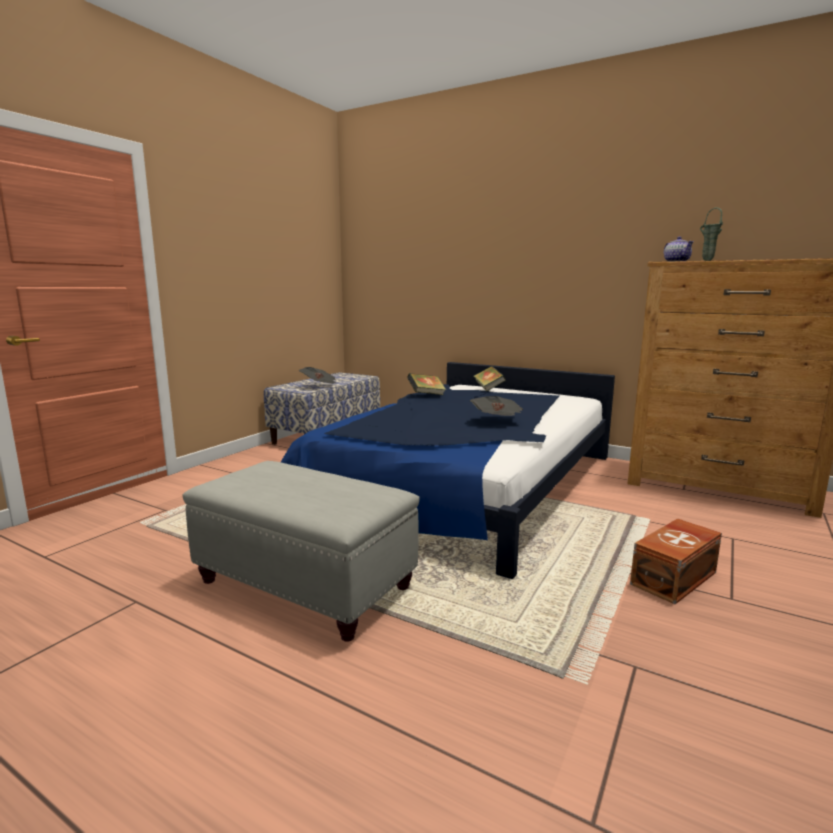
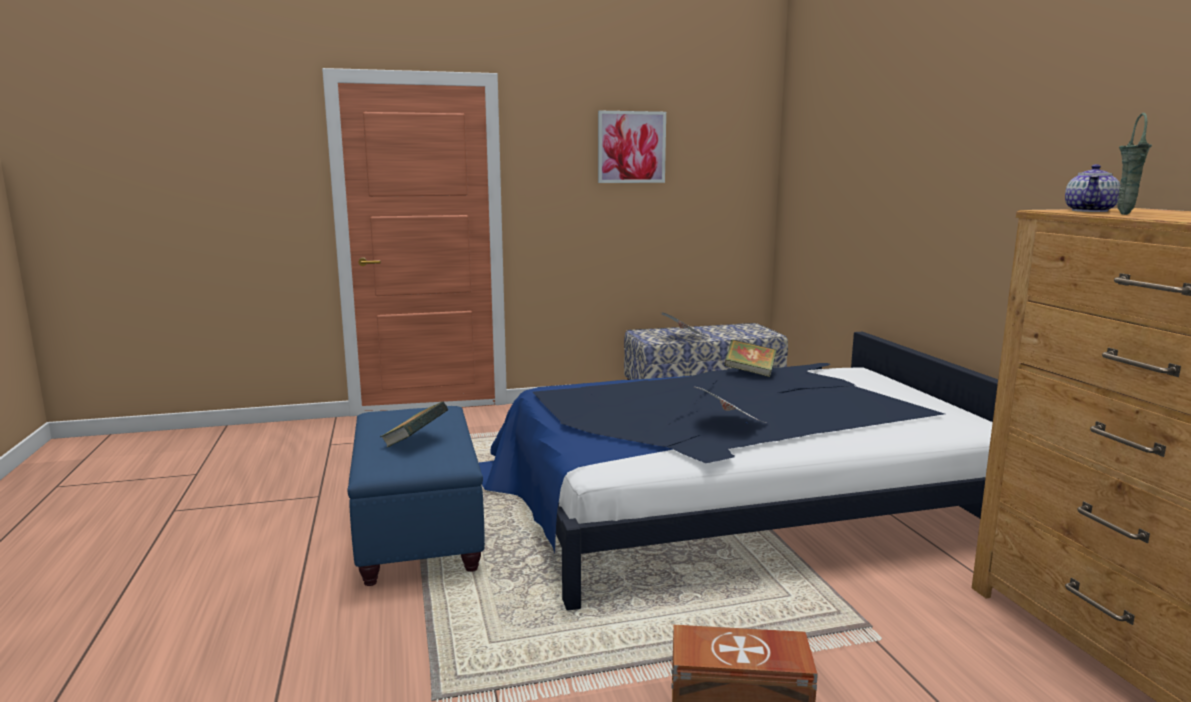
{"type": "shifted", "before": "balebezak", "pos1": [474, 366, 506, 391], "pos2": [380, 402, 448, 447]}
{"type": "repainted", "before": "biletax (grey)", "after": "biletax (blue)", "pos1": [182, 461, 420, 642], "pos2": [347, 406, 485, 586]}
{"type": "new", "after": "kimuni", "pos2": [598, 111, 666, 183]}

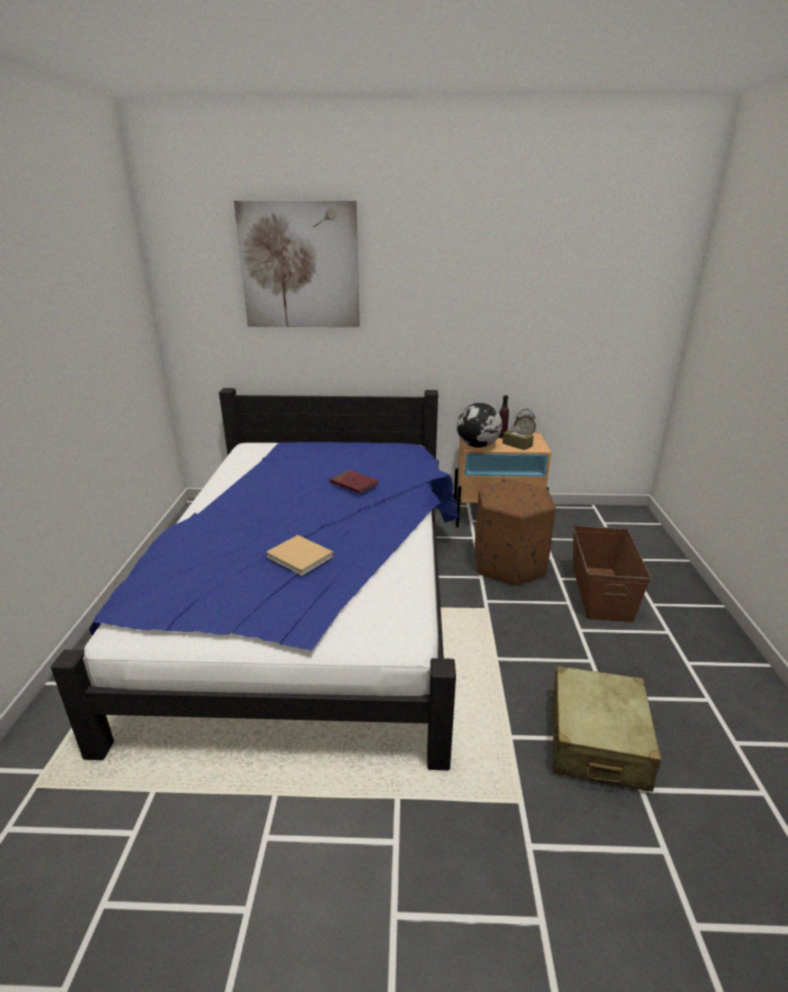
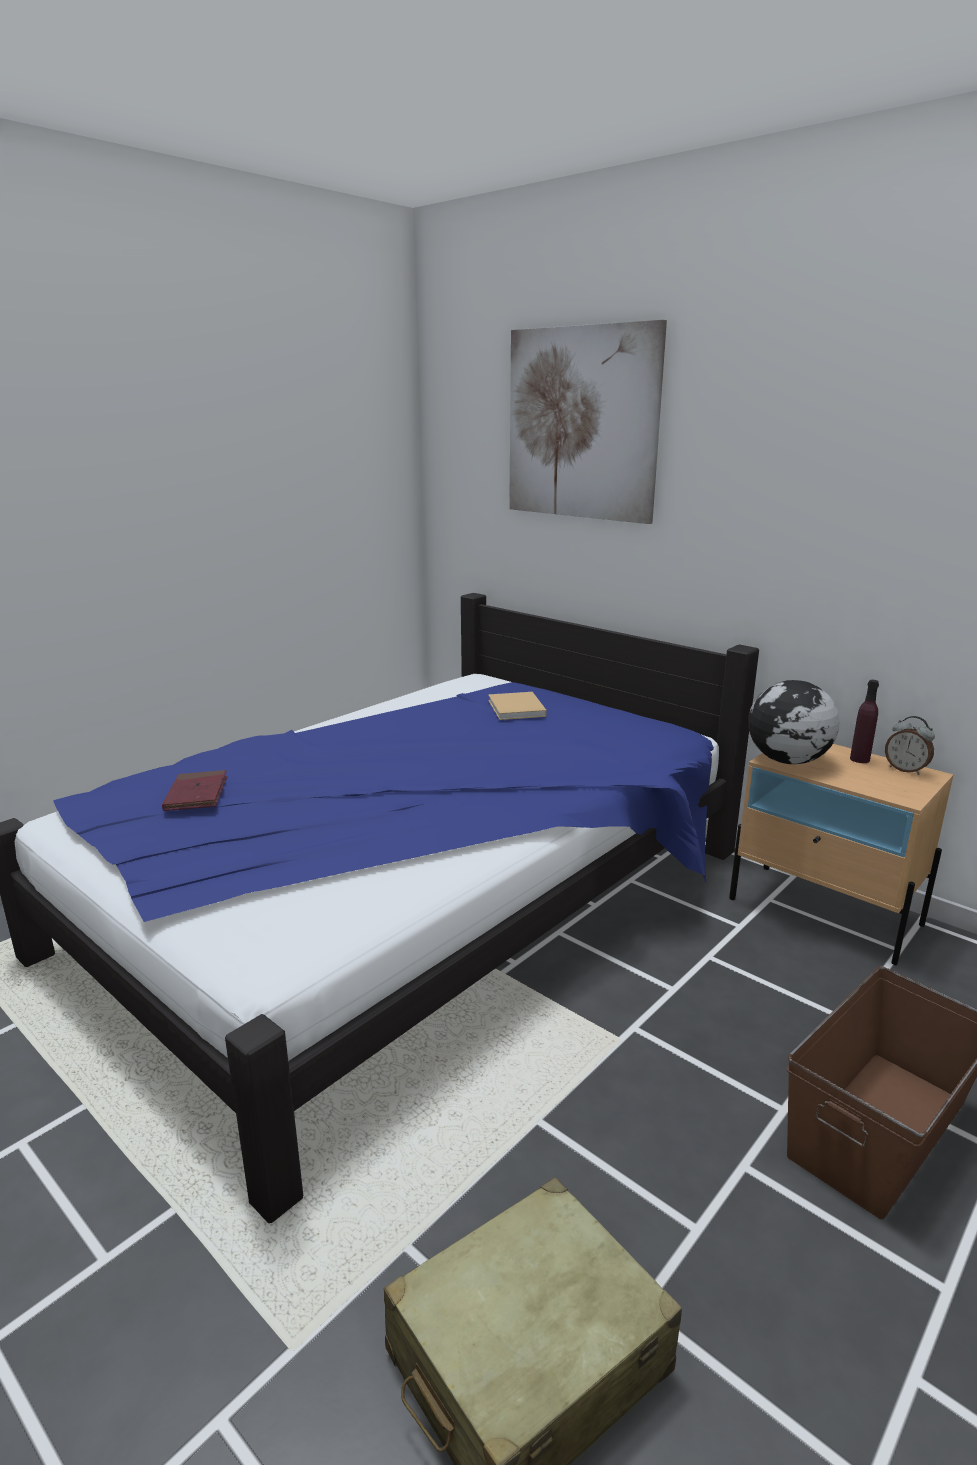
{"type": "gone", "before": "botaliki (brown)", "pos1": [502, 424, 534, 450]}
{"type": "shifted", "before": "balebezak (red)", "pos1": [330, 470, 379, 494], "pos2": [162, 770, 228, 811]}
{"type": "gone", "before": "biletax (brown)", "pos1": [475, 480, 556, 586]}
{"type": "shifted", "before": "balebezak (beige)", "pos1": [266, 535, 333, 576], "pos2": [488, 692, 546, 720]}

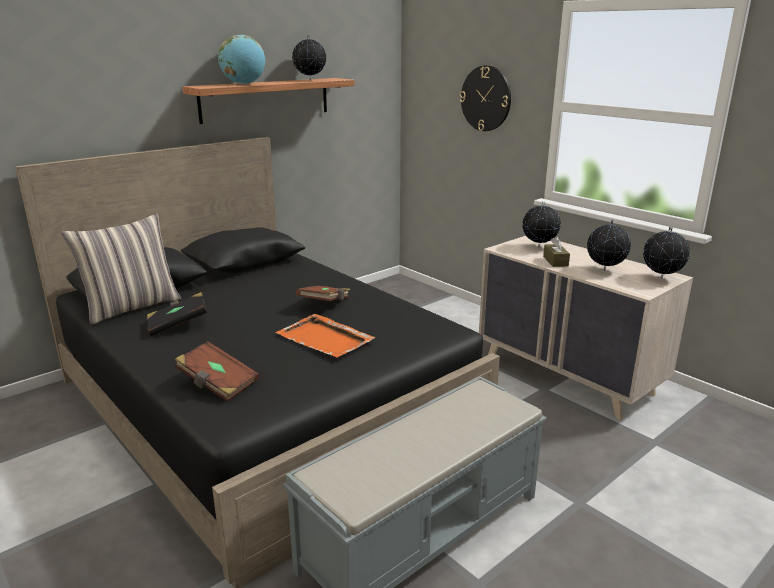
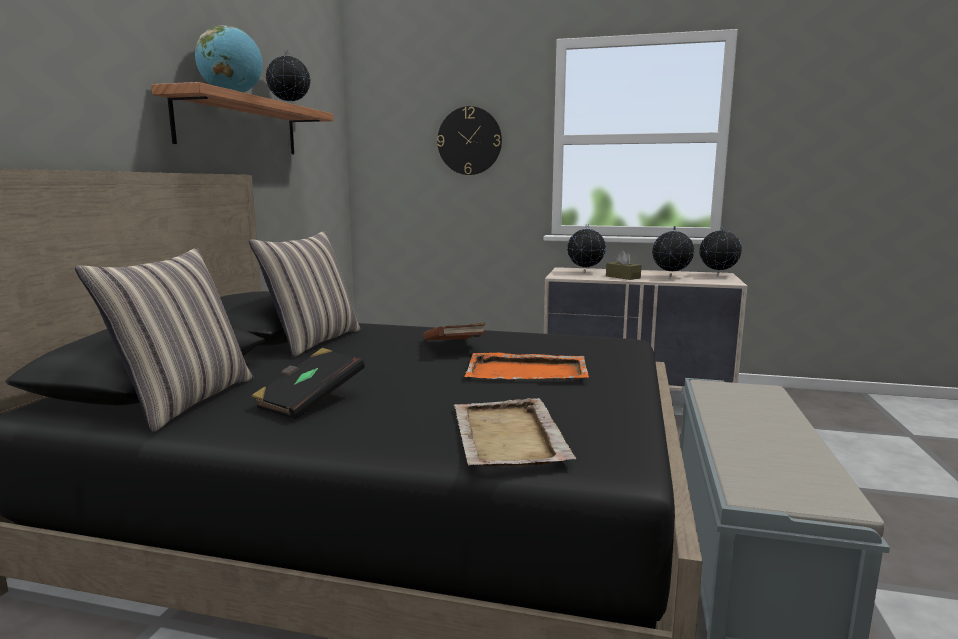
{"type": "swapped", "before": "balebezak (brown)", "after": "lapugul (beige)", "pos1": [175, 341, 259, 402], "pos2": [453, 398, 577, 466]}
{"type": "new", "after": "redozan", "pos2": [249, 231, 361, 357]}

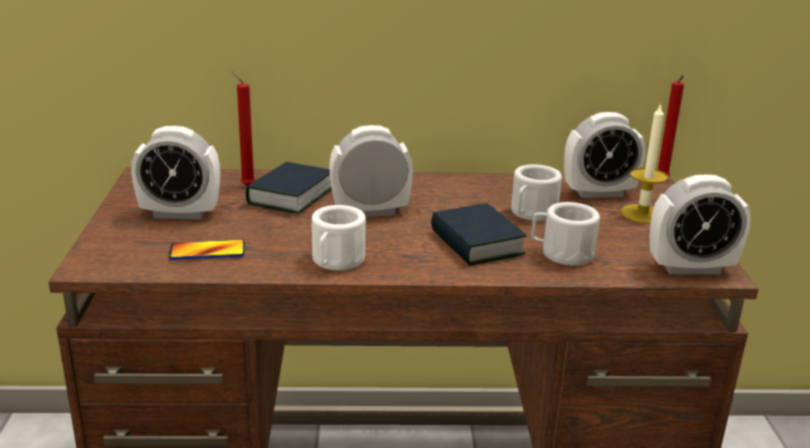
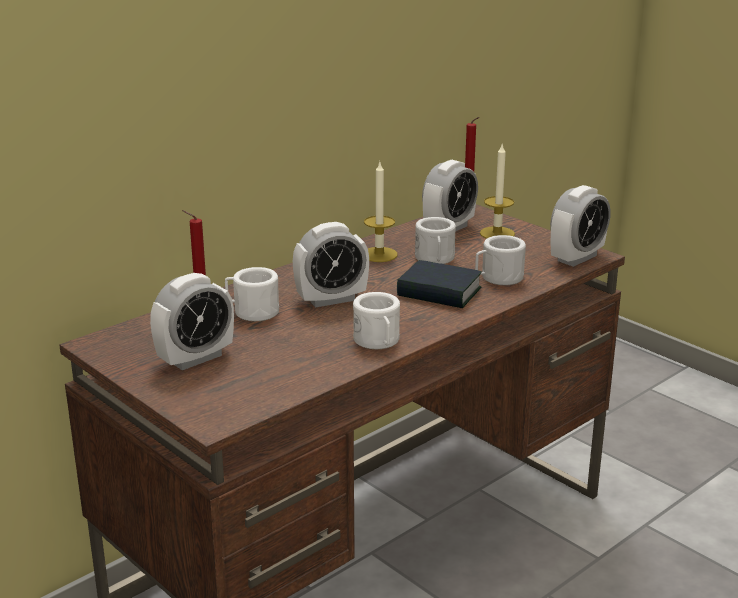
{"type": "rotated", "before": "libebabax", "pos1": [329, 125, 413, 217], "pos2": [293, 222, 369, 308], "turn": -150}
{"type": "swapped", "before": "balebezak", "after": "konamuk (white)", "pos1": [246, 162, 332, 214], "pos2": [225, 267, 279, 321]}
{"type": "gone", "before": "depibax", "pos1": [169, 240, 245, 260]}
{"type": "new", "after": "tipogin", "pos2": [364, 160, 398, 262]}

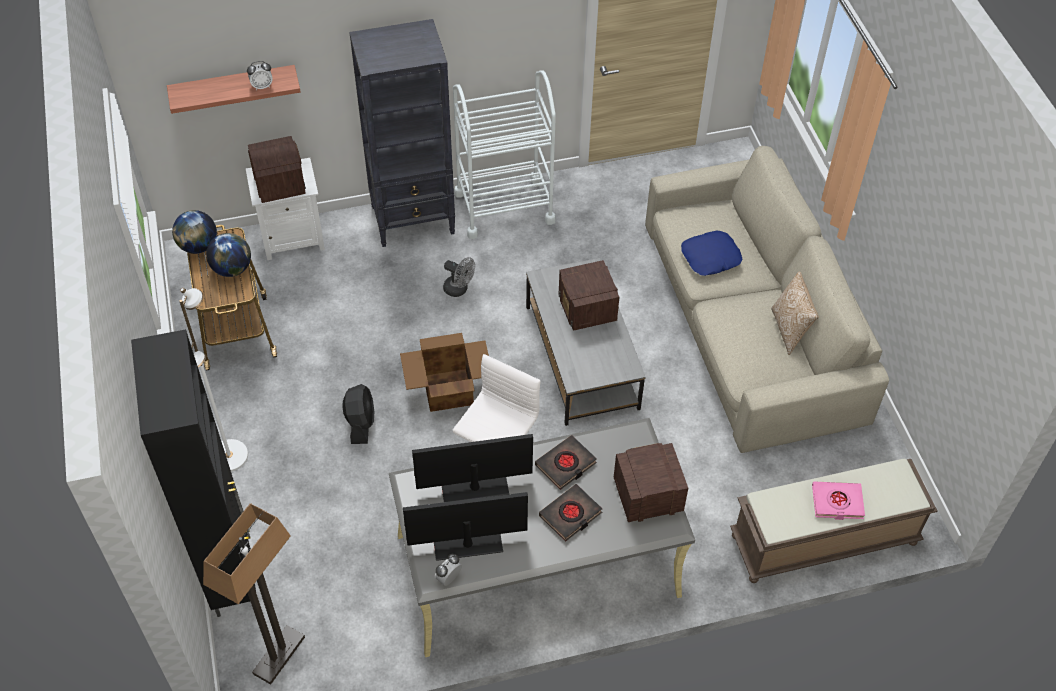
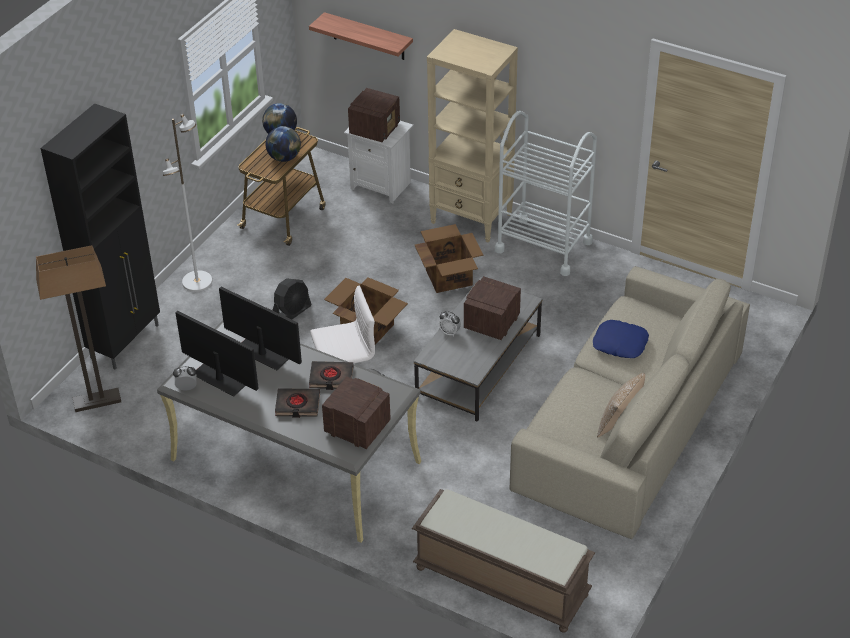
{"type": "repainted", "before": "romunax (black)", "after": "romunax (beige)", "pos1": [349, 19, 455, 247], "pos2": [427, 29, 518, 243]}
{"type": "shifted", "before": "libebabax", "pos1": [247, 61, 273, 90], "pos2": [439, 311, 461, 336]}
{"type": "swapped", "before": "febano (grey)", "after": "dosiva", "pos1": [443, 257, 475, 297], "pos2": [415, 224, 484, 293]}
{"type": "gone", "before": "balebezak (pink)", "pos1": [812, 481, 865, 520]}

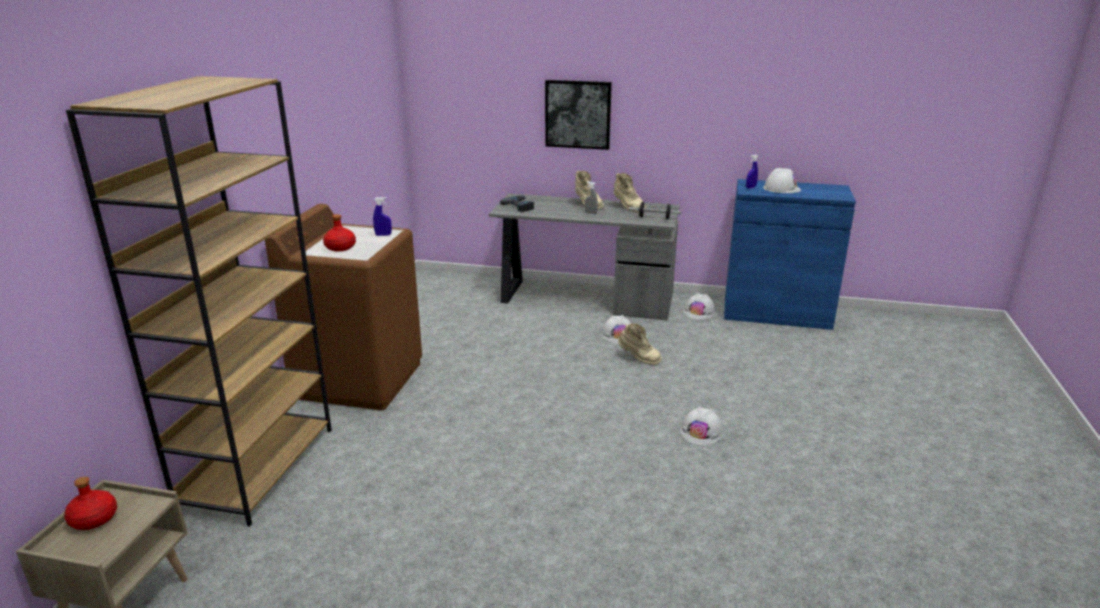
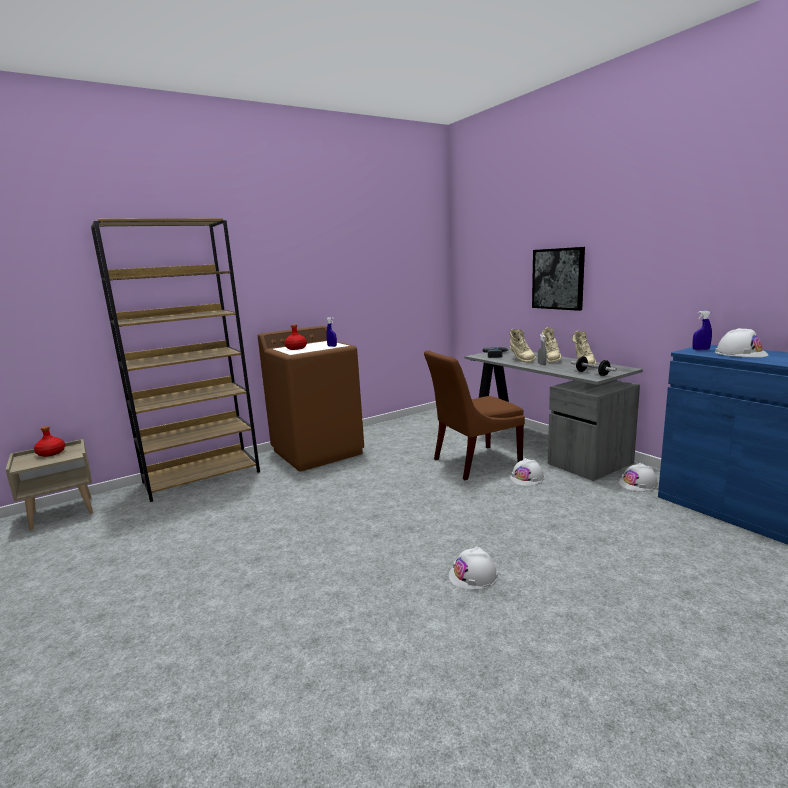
{"type": "shifted", "before": "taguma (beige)", "pos1": [618, 324, 662, 365], "pos2": [510, 329, 536, 363]}
{"type": "new", "after": "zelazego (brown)", "pos2": [424, 350, 525, 480]}

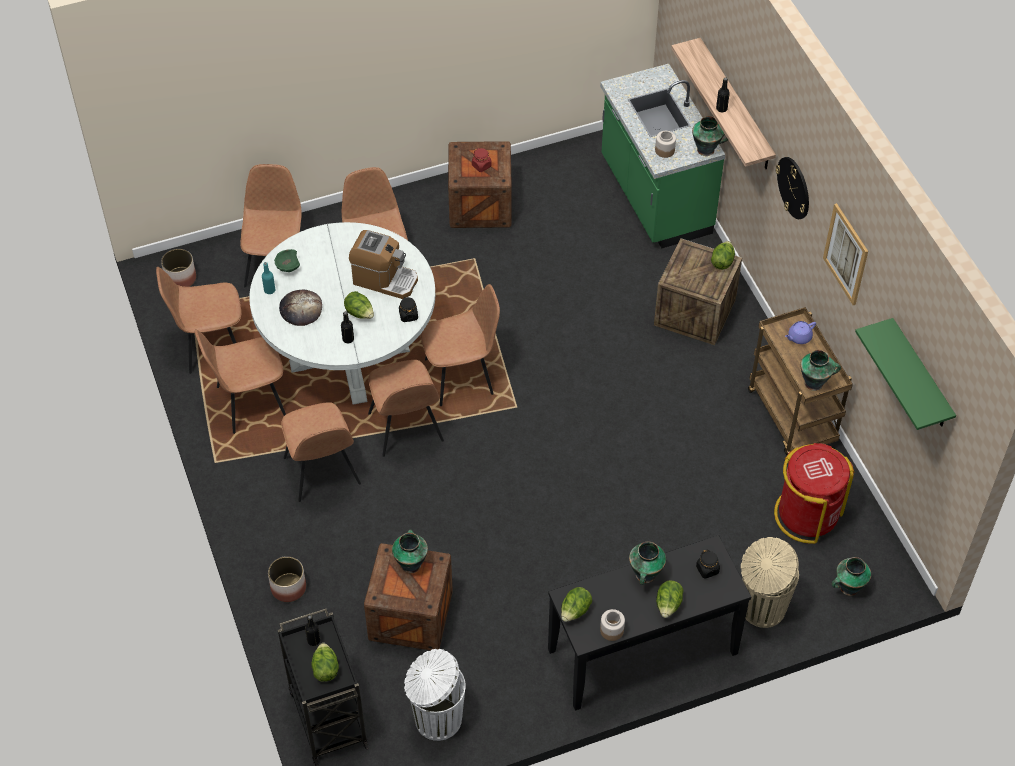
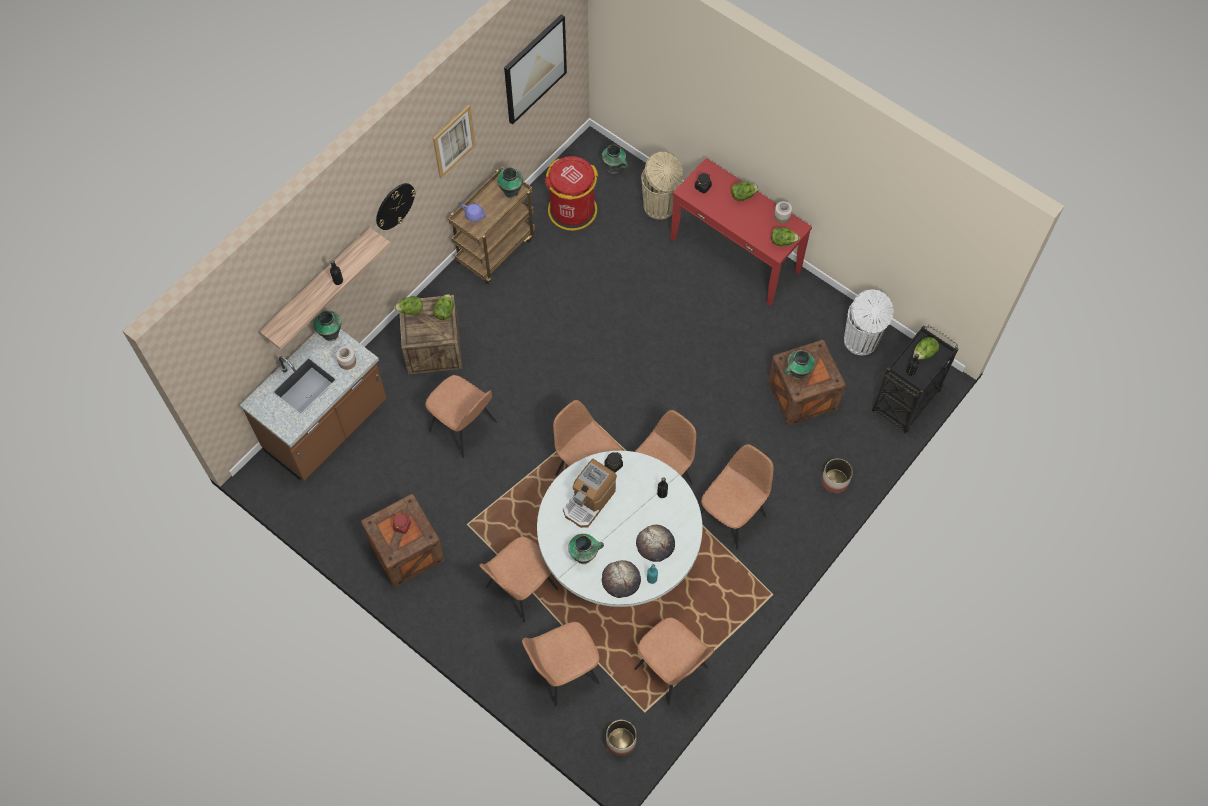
{"type": "repainted", "before": "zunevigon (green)", "after": "zunevigon (brown)", "pos1": [600, 64, 725, 248], "pos2": [240, 329, 386, 481]}
{"type": "rotated", "before": "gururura", "pos1": [349, 230, 418, 299], "pos2": [563, 459, 617, 528], "turn": -135}
{"type": "swapped", "before": "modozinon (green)", "after": "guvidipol", "pos1": [274, 249, 300, 272], "pos2": [602, 560, 641, 598]}
{"type": "shifted", "before": "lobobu", "pos1": [344, 291, 374, 319], "pos2": [433, 294, 453, 320]}
{"type": "swapped", "before": "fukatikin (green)", "after": "kimuni", "pos1": [855, 318, 956, 430], "pos2": [504, 14, 567, 125]}
{"type": "shifted", "before": "zelazego (brown)", "pos1": [195, 329, 286, 434], "pos2": [425, 375, 497, 458]}
{"type": "repainted", "before": "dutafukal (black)", "after": "dutafukal (red)", "pos1": [548, 535, 751, 711], "pos2": [671, 158, 812, 306]}
{"type": "shifted", "before": "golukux", "pos1": [629, 542, 666, 585], "pos2": [568, 534, 604, 564]}

